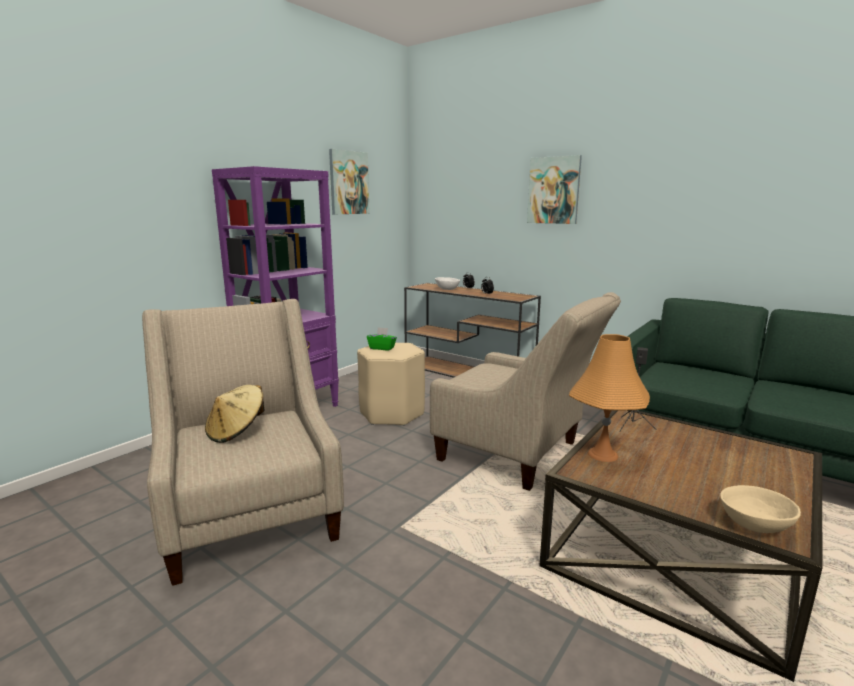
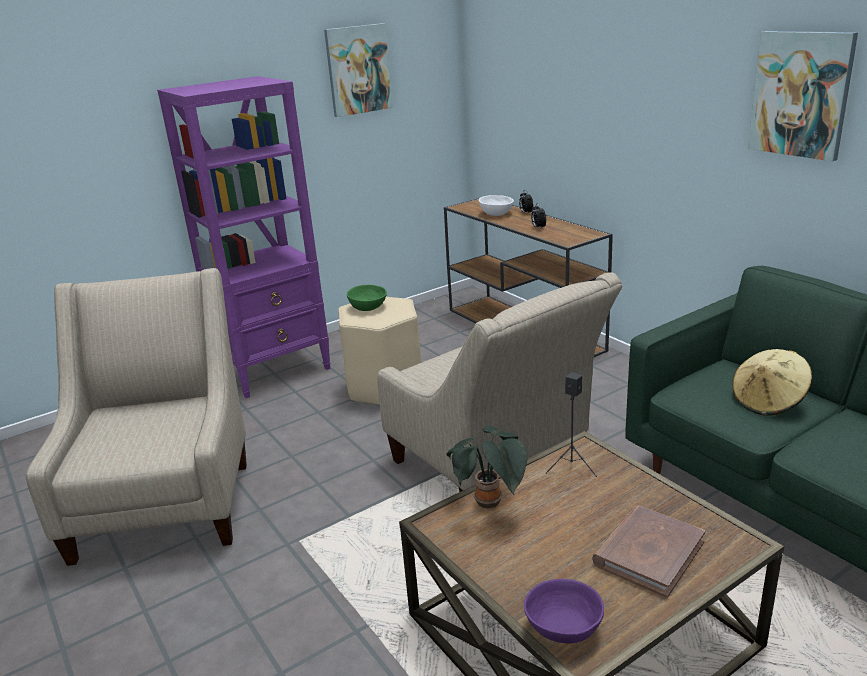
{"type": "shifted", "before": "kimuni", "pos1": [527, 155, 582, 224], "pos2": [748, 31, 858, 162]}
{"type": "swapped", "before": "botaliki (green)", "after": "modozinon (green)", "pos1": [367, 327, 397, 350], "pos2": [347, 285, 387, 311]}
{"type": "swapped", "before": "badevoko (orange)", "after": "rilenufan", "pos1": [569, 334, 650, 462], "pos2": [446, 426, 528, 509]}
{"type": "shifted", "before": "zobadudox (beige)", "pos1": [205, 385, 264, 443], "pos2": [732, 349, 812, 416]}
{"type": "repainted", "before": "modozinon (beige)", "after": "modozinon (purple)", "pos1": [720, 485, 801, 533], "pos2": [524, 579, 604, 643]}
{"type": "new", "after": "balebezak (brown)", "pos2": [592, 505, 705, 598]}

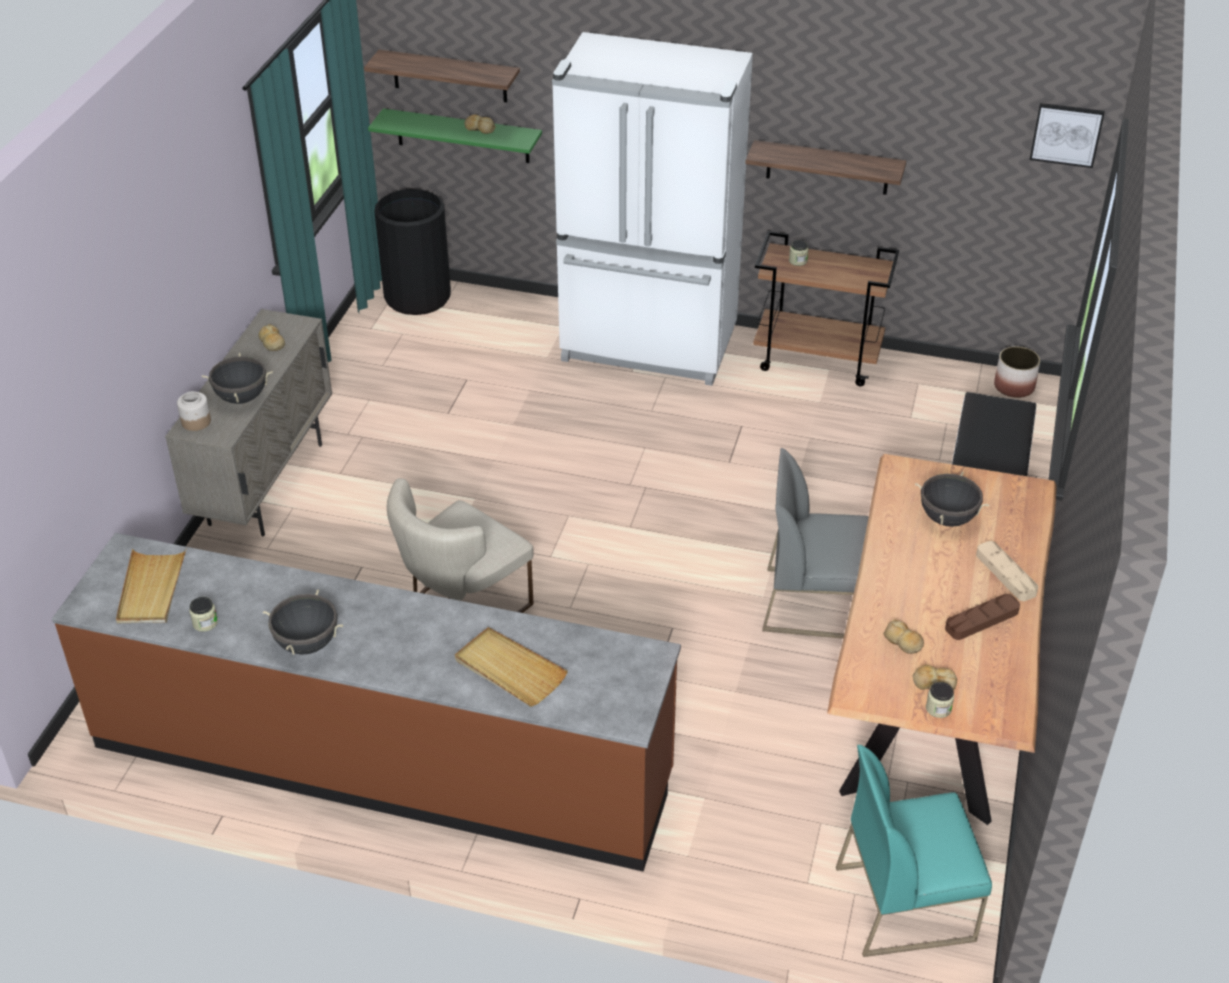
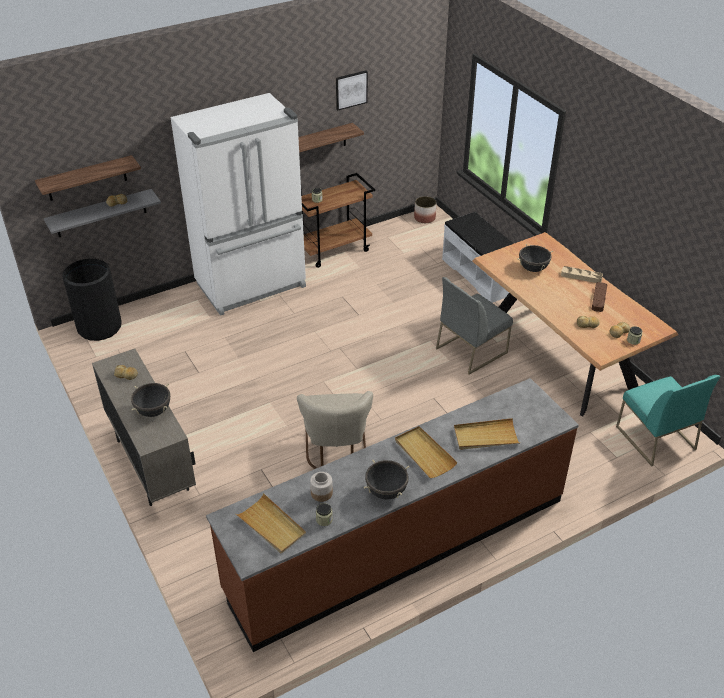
{"type": "shifted", "before": "kimuni", "pos1": [1030, 103, 1105, 168], "pos2": [336, 71, 368, 110]}
{"type": "repainted", "before": "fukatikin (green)", "after": "fukatikin (grey)", "pos1": [368, 108, 542, 163], "pos2": [44, 189, 161, 237]}
{"type": "shifted", "before": "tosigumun", "pos1": [177, 391, 211, 431], "pos2": [310, 472, 333, 502]}
{"type": "rotated", "before": "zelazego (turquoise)", "pos1": [836, 745, 992, 957], "pos2": [616, 375, 720, 466], "turn": -60}
{"type": "new", "after": "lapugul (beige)", "pos2": [395, 426, 458, 478]}

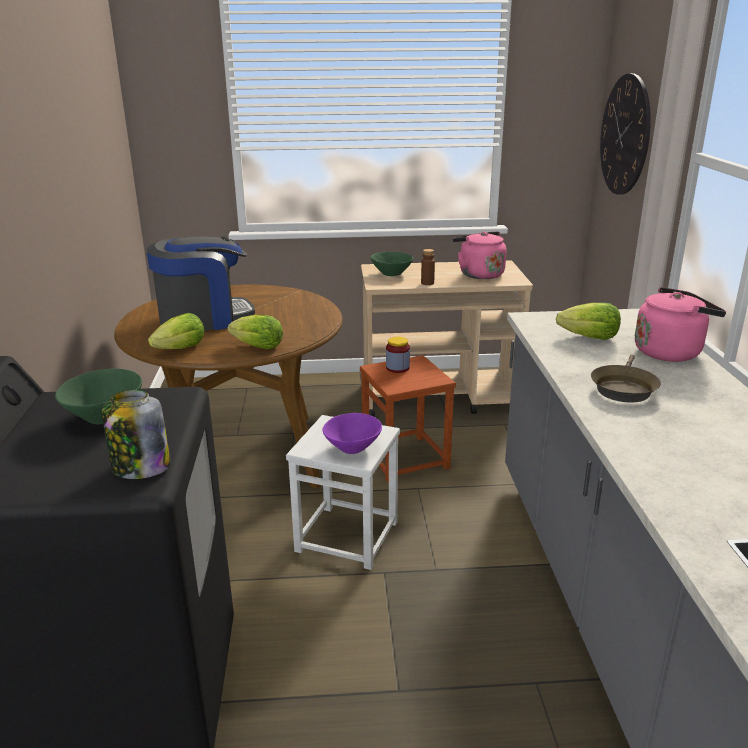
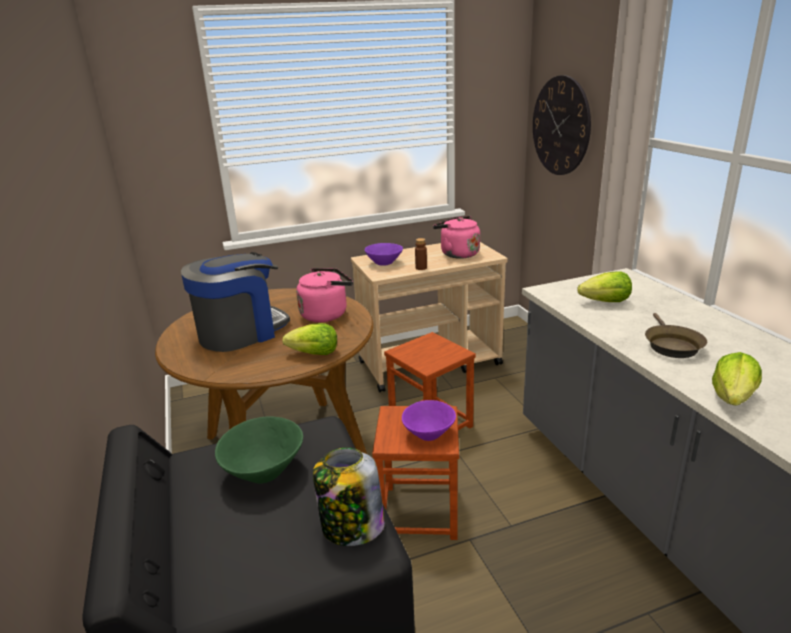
{"type": "repainted", "before": "modozinon (green)", "after": "modozinon (purple)", "pos1": [371, 251, 414, 276], "pos2": [365, 243, 403, 266]}
{"type": "shifted", "before": "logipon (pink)", "pos1": [635, 287, 726, 362], "pos2": [296, 268, 353, 322]}
{"type": "shifted", "before": "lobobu", "pos1": [148, 313, 204, 349], "pos2": [712, 352, 762, 406]}
{"type": "gone", "before": "tosigumun", "pos1": [386, 337, 410, 373]}
{"type": "repainted", "before": "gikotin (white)", "after": "gikotin (brown)", "pos1": [286, 415, 400, 570], "pos2": [372, 406, 459, 540]}

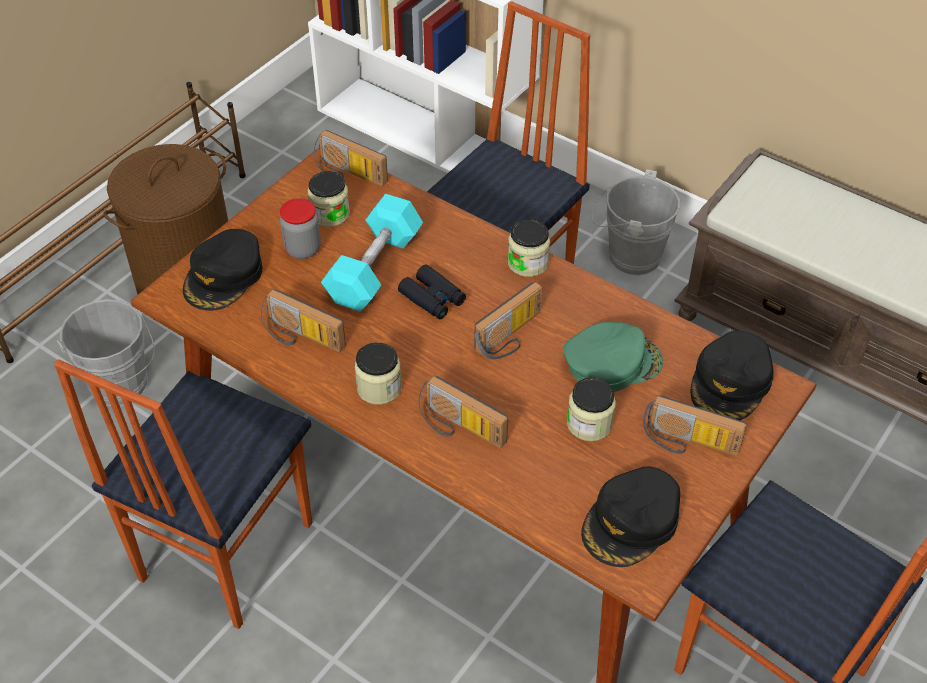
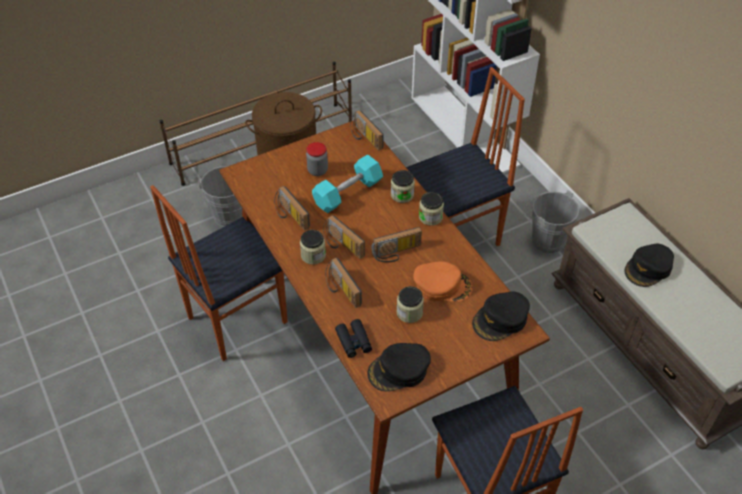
{"type": "shifted", "before": "tosigumun", "pos1": [308, 171, 350, 227], "pos2": [391, 170, 415, 203]}
{"type": "shifted", "before": "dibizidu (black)", "pos1": [183, 229, 262, 311], "pos2": [624, 244, 674, 287]}
{"type": "shifted", "before": "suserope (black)", "pos1": [398, 264, 466, 319], "pos2": [335, 319, 372, 358]}
{"type": "repainted", "before": "dibizidu (green)", "after": "dibizidu (orange)", "pos1": [564, 322, 663, 392], "pos2": [413, 261, 472, 302]}
{"type": "shifted", "before": "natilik", "pos1": [643, 395, 747, 456], "pos2": [323, 215, 365, 259]}

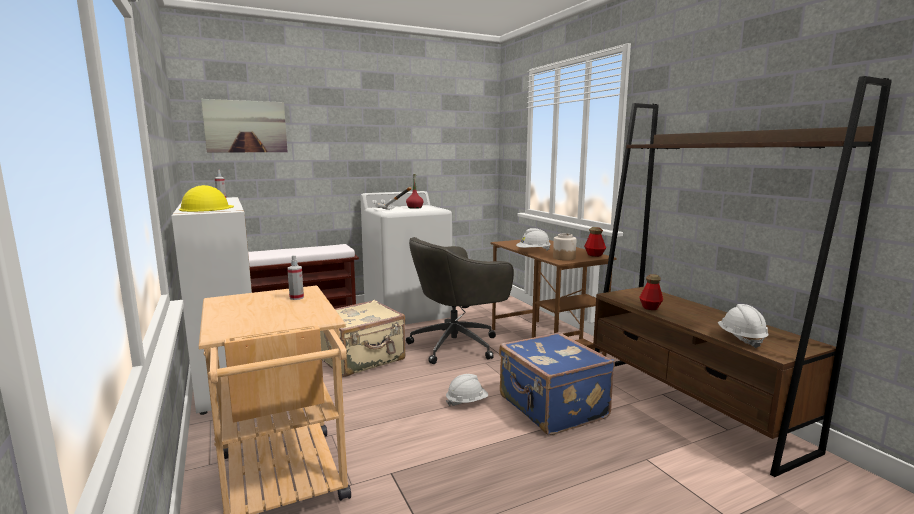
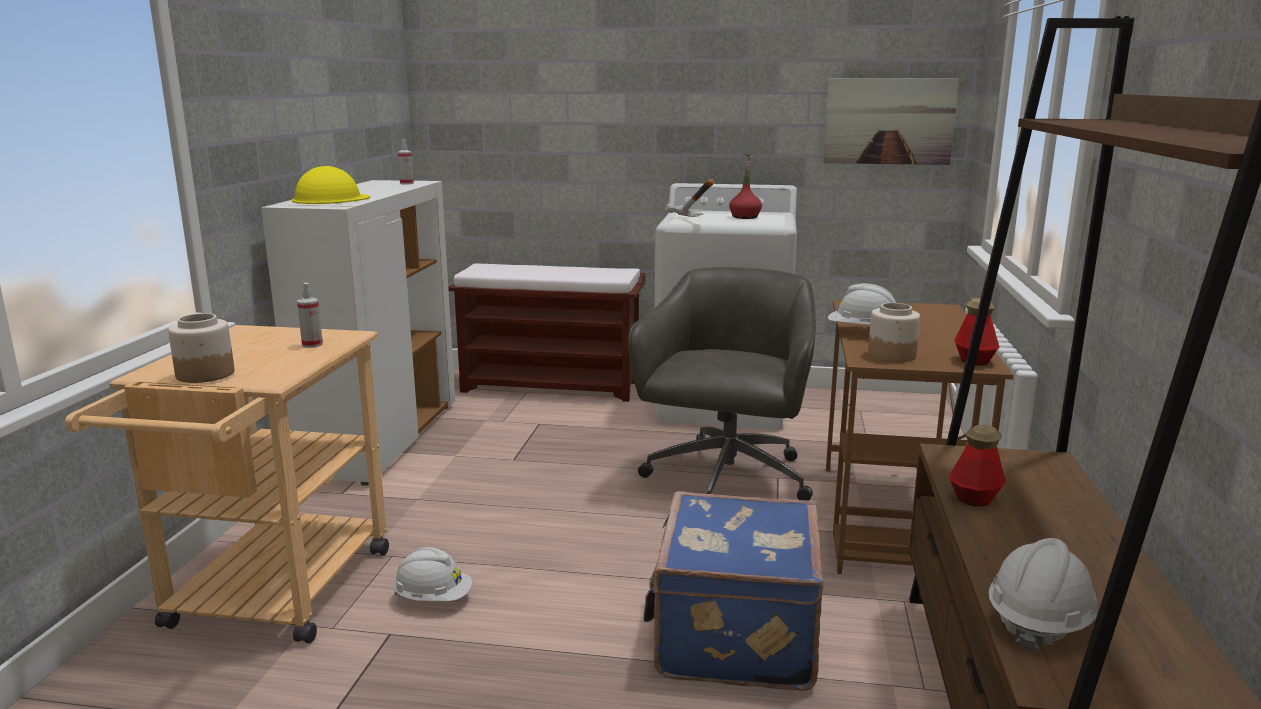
{"type": "shifted", "before": "kimuni", "pos1": [201, 99, 287, 152], "pos2": [823, 78, 959, 165]}
{"type": "rotated", "before": "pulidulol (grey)", "pos1": [406, 237, 514, 364], "pos2": [628, 267, 816, 501], "turn": 105}
{"type": "gone", "before": "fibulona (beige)", "pos1": [320, 300, 405, 377]}
{"type": "shifted", "before": "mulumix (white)", "pos1": [446, 374, 488, 407], "pos2": [393, 547, 472, 601]}
{"type": "new", "after": "tosigumun", "pos2": [168, 313, 234, 383]}

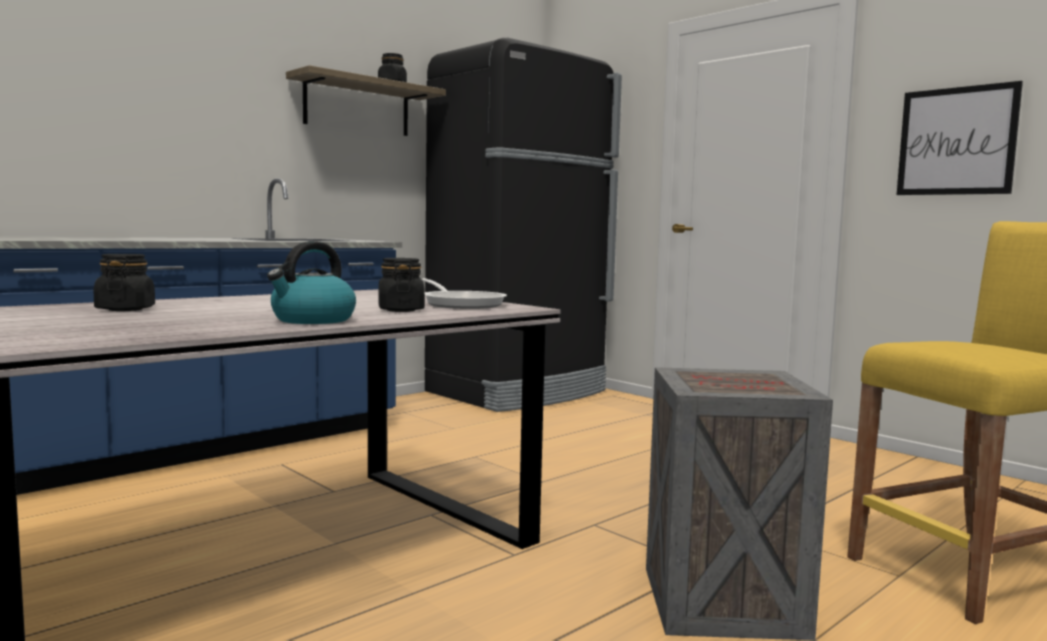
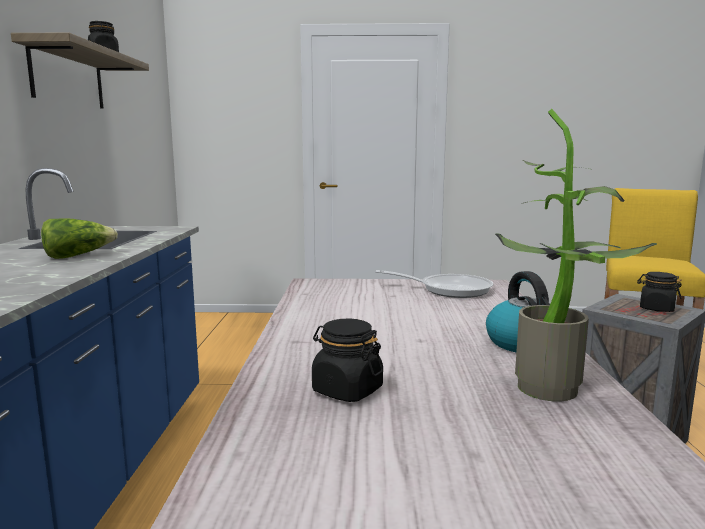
{"type": "gone", "before": "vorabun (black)", "pos1": [425, 38, 622, 412]}
{"type": "gone", "before": "kimuni", "pos1": [897, 81, 1023, 195]}
{"type": "shifted", "before": "tosigumun (black)", "pos1": [378, 258, 425, 312], "pos2": [637, 272, 682, 312]}
{"type": "new", "after": "rilenufan", "pos2": [495, 109, 657, 401]}
{"type": "new", "after": "lobobu", "pos2": [41, 218, 118, 259]}

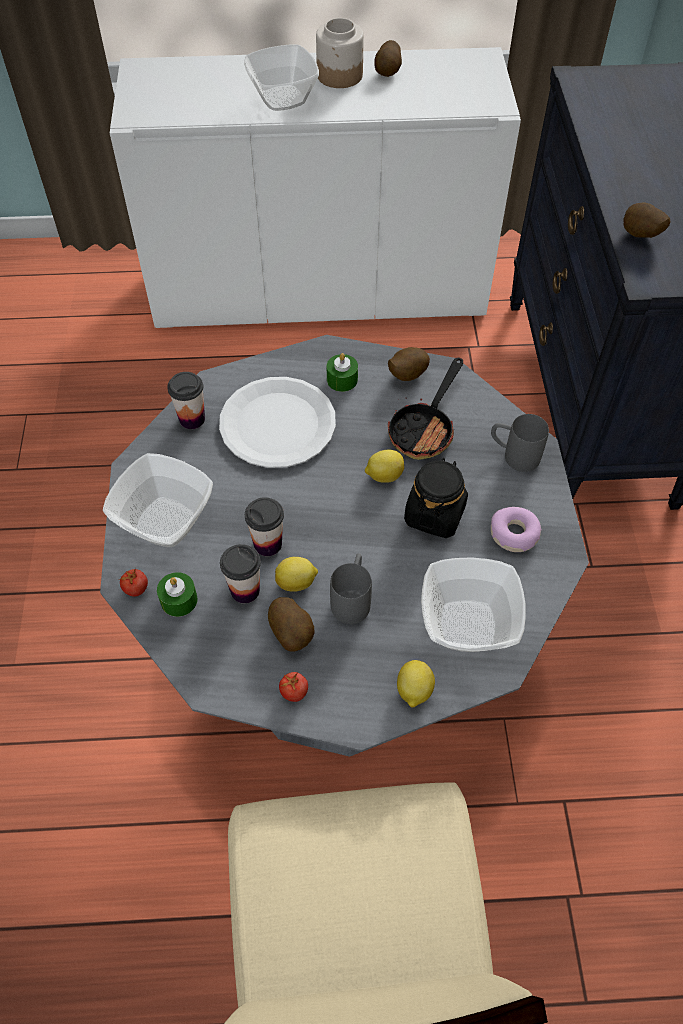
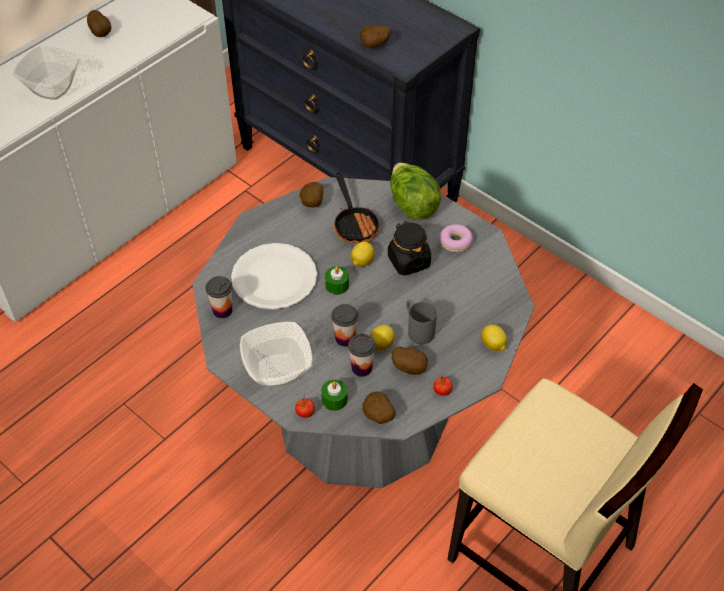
{"type": "gone", "before": "tosigumun", "pos1": [316, 18, 364, 88]}
{"type": "shifted", "before": "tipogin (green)", "pos1": [327, 353, 358, 392], "pos2": [325, 266, 349, 295]}
{"type": "swapped", "before": "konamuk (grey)", "after": "lobobu", "pos1": [491, 414, 549, 472], "pos2": [390, 163, 441, 220]}
{"type": "gone", "before": "modozinon", "pos1": [421, 557, 526, 652]}
{"type": "new", "after": "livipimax", "pos2": [362, 392, 396, 424]}

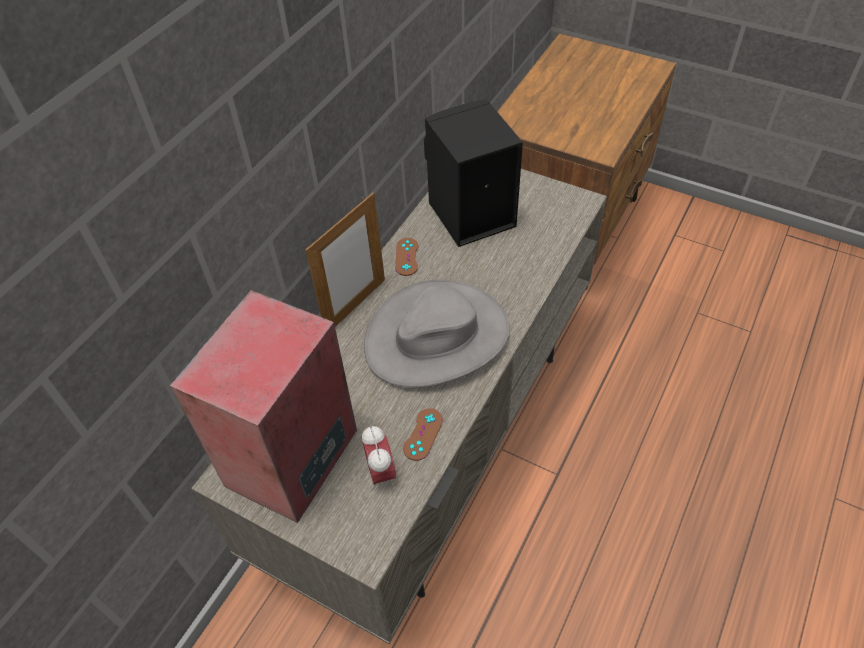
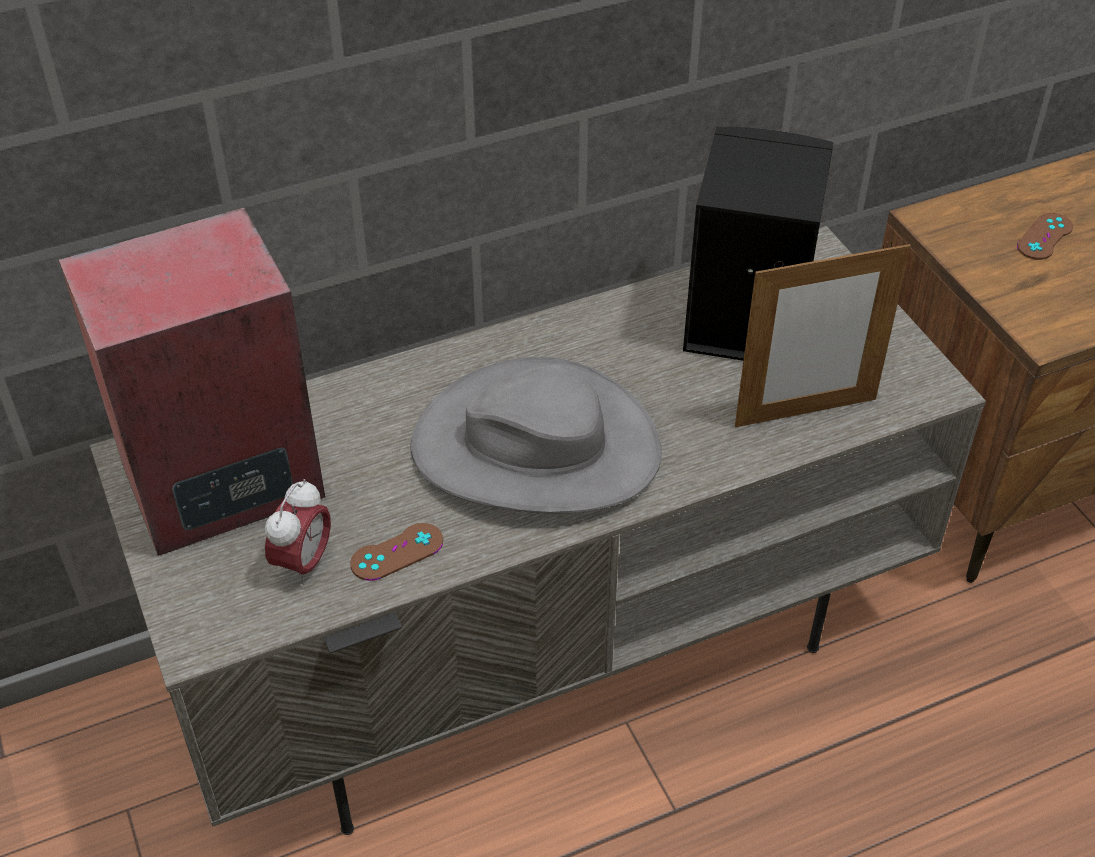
{"type": "shifted", "before": "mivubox", "pos1": [305, 192, 385, 327], "pos2": [735, 242, 911, 427]}
{"type": "shifted", "before": "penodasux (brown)", "pos1": [395, 238, 418, 276], "pos2": [1017, 213, 1073, 260]}

